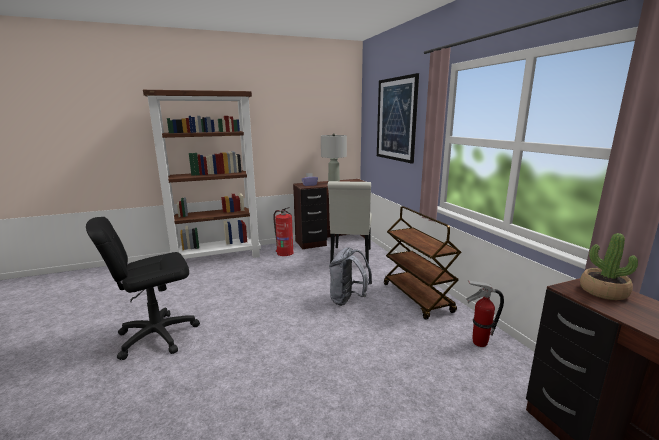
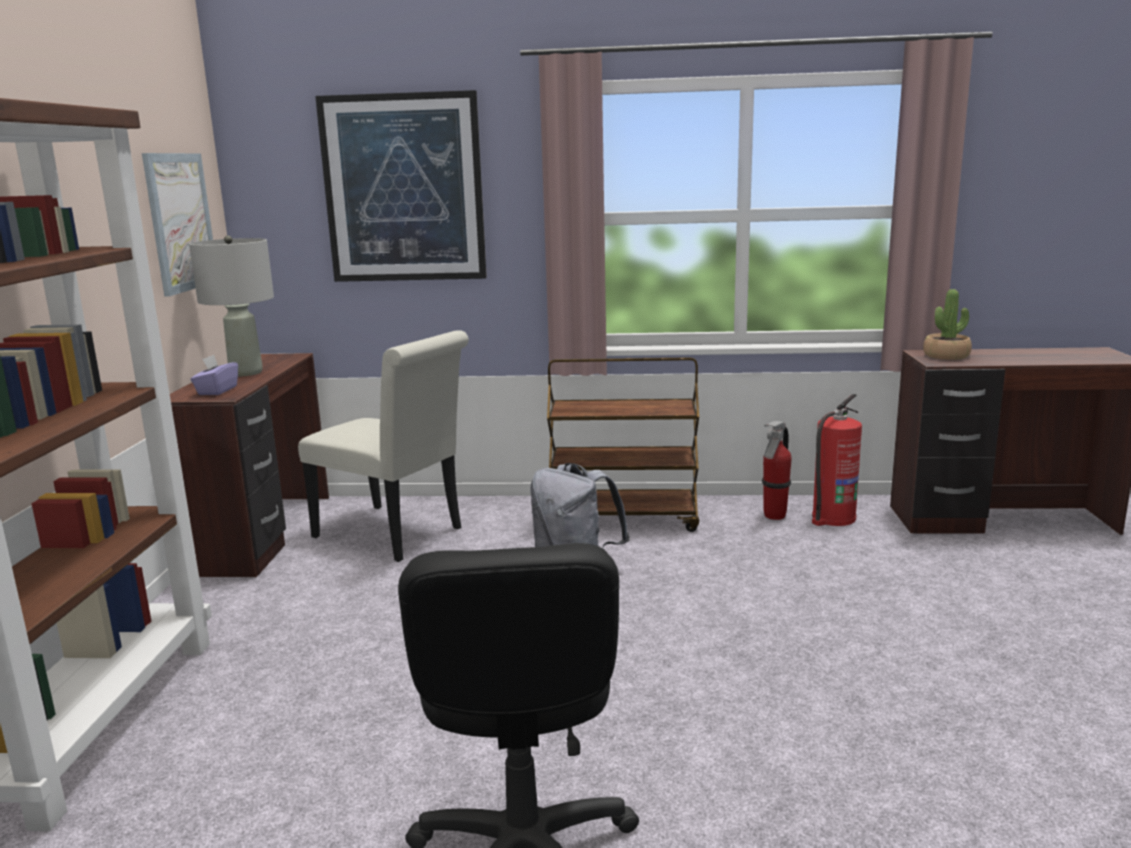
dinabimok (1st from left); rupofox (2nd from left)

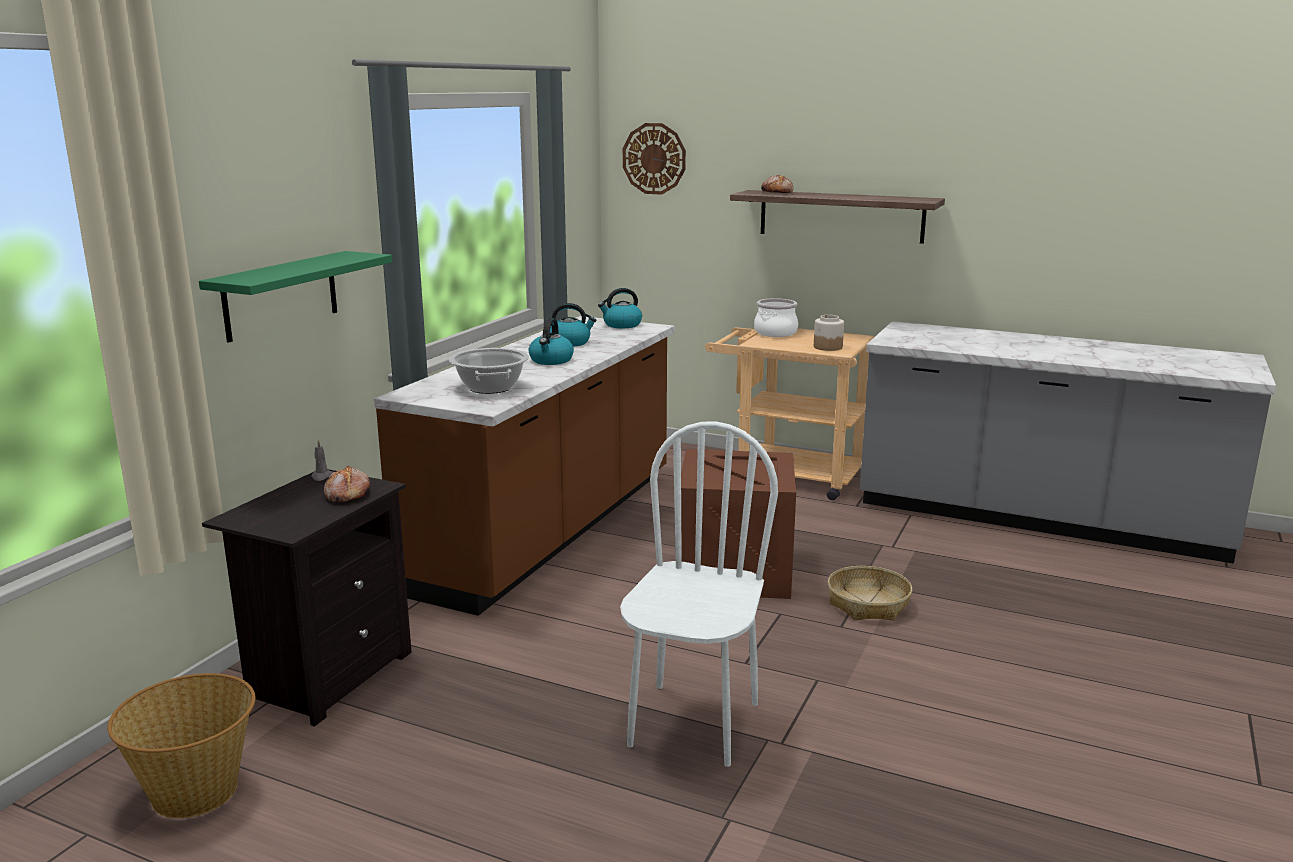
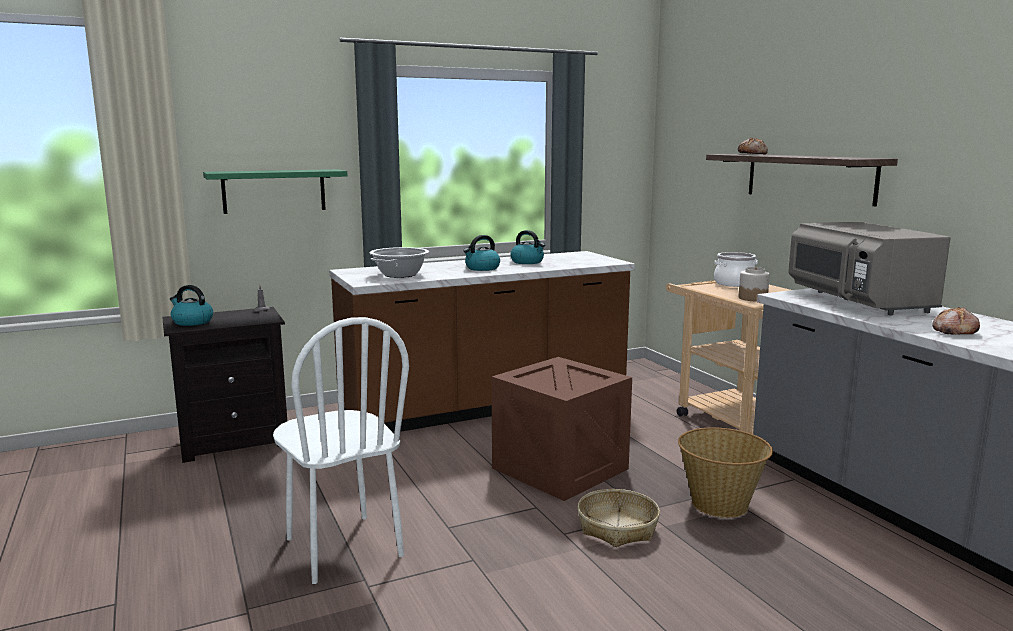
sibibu (1st from left); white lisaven; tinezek (2nd from left); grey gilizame; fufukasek (2nd from left); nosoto

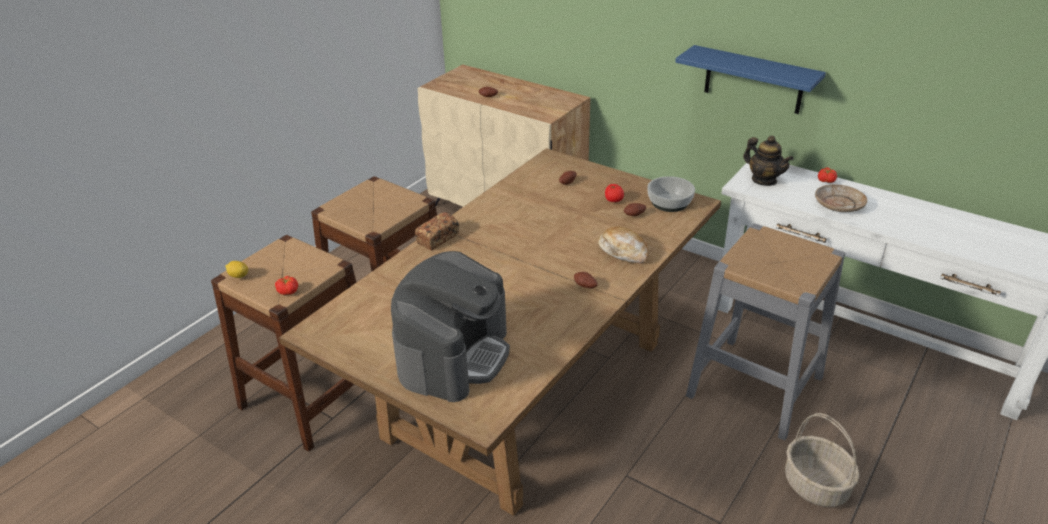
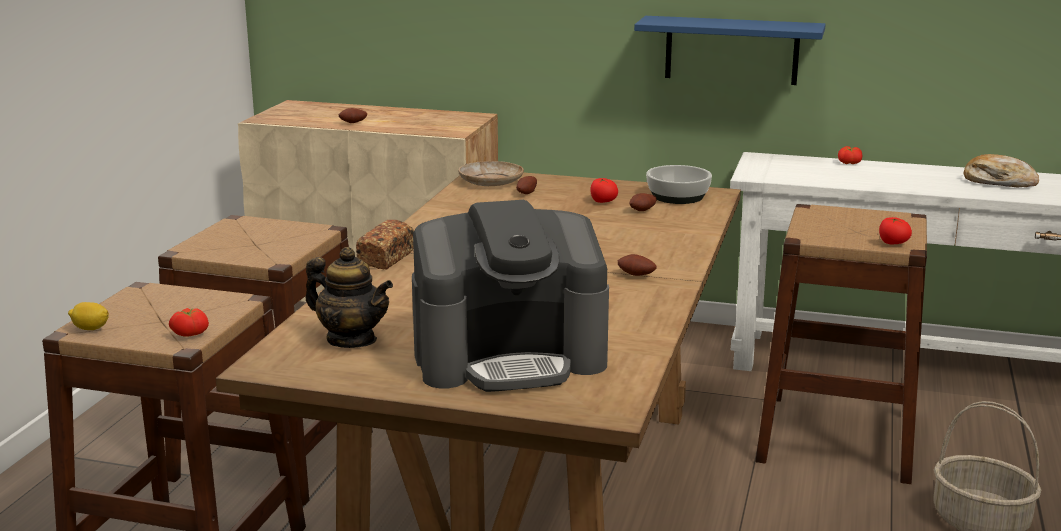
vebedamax; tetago; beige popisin; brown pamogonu (3rd from left); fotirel (4th from left); fufukasek (2nd from left)

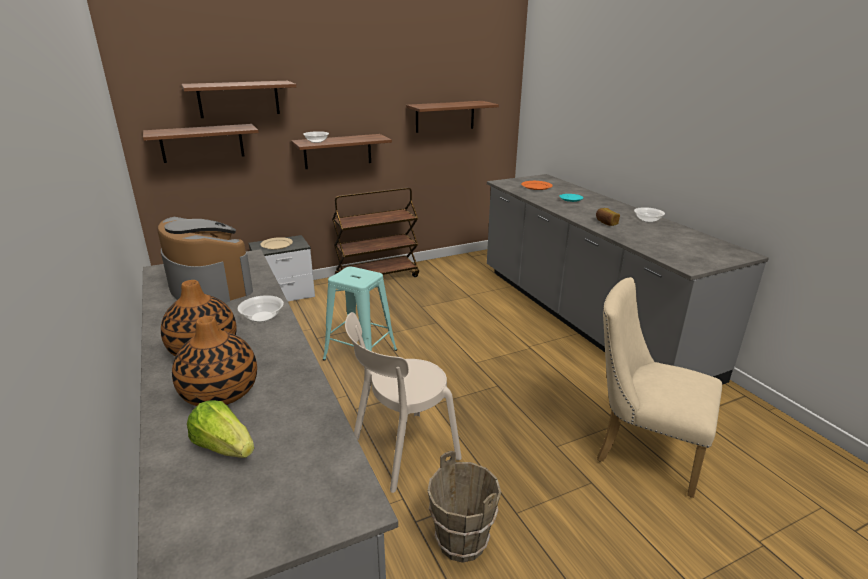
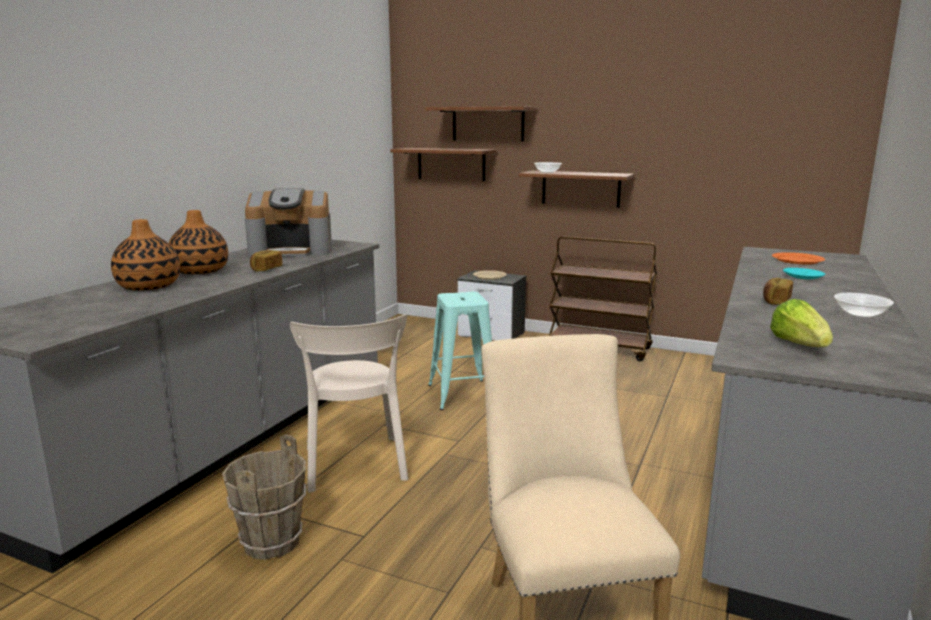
tetago; fufukasek (1st from left); beige lisaven (1st from left); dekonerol; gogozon (4th from left in the first image)

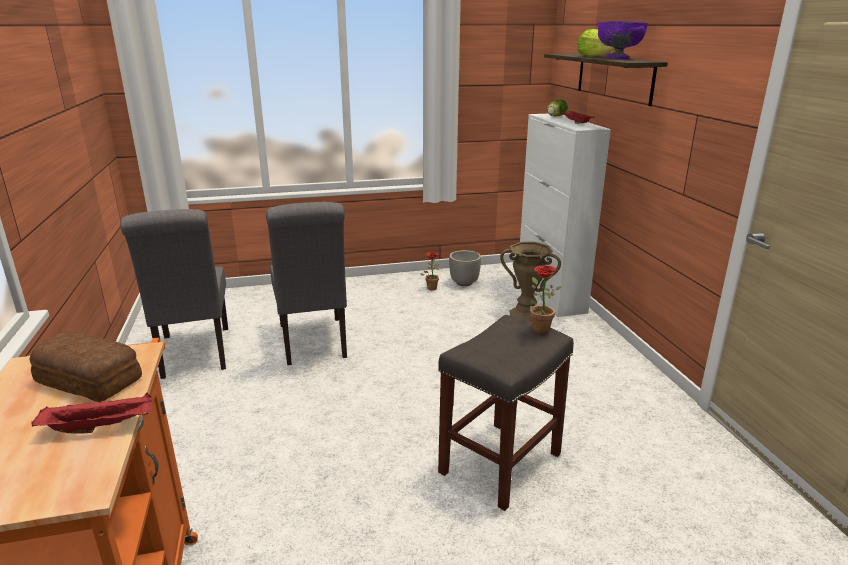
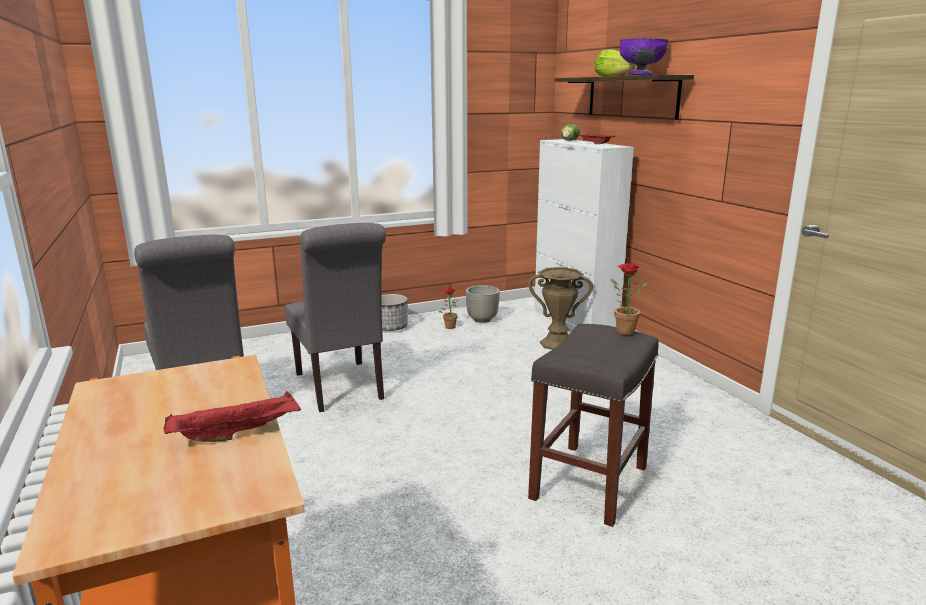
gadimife (1st from left); fufukasek

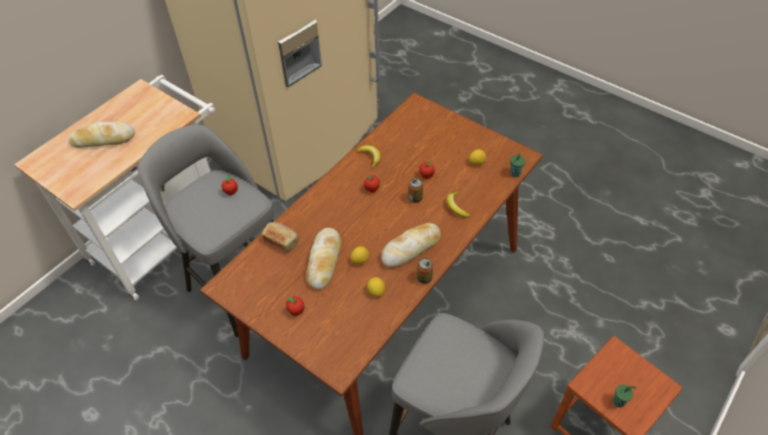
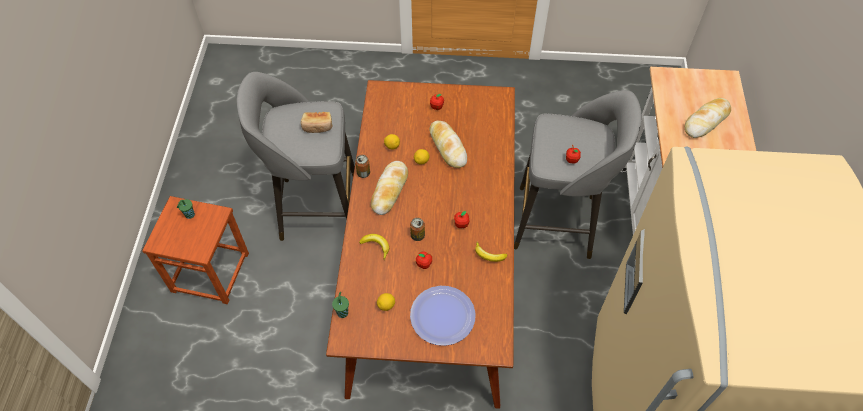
fufukasek (1st from left); popisin

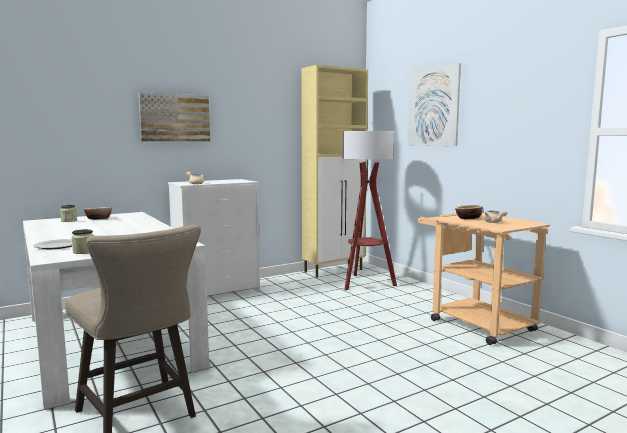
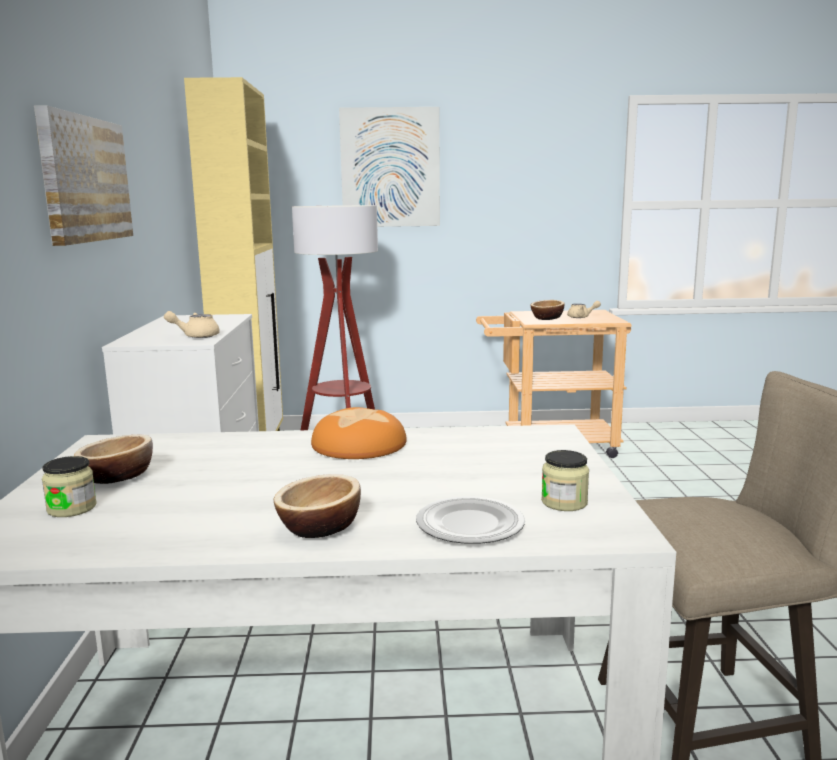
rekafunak (2nd from left); fufukasek

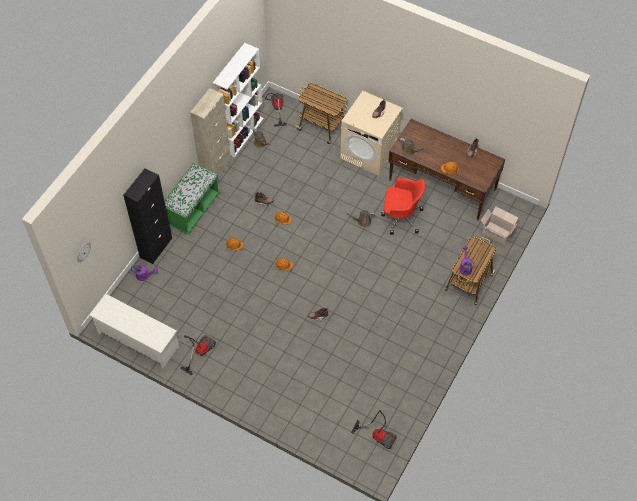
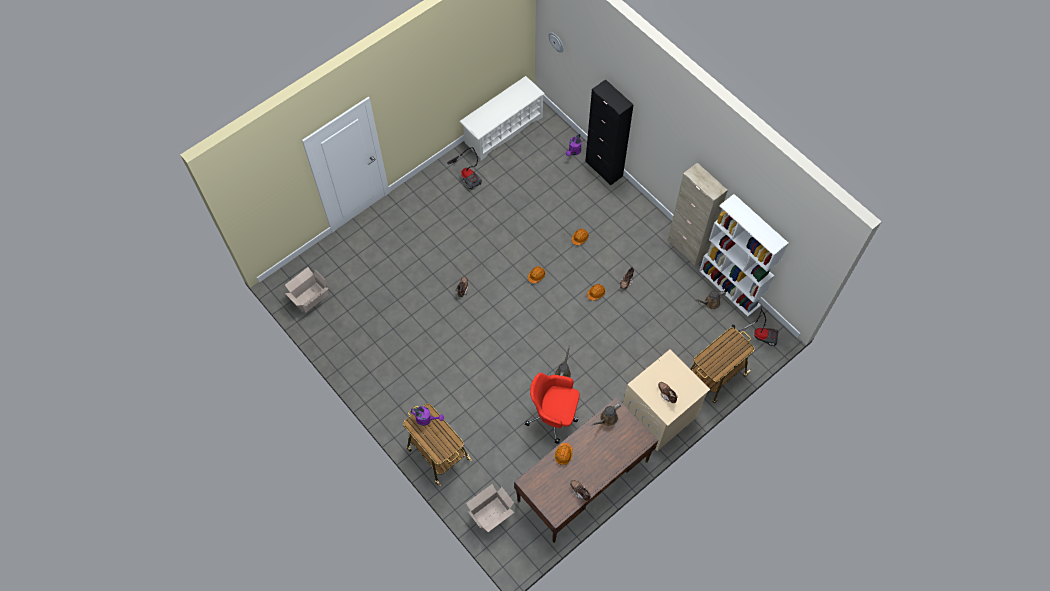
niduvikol (1st from left); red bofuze; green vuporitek

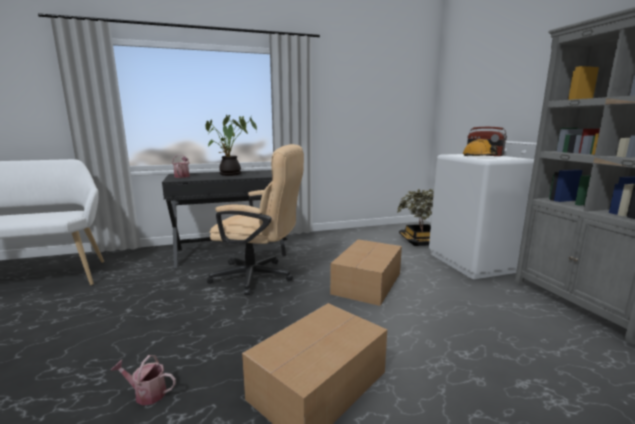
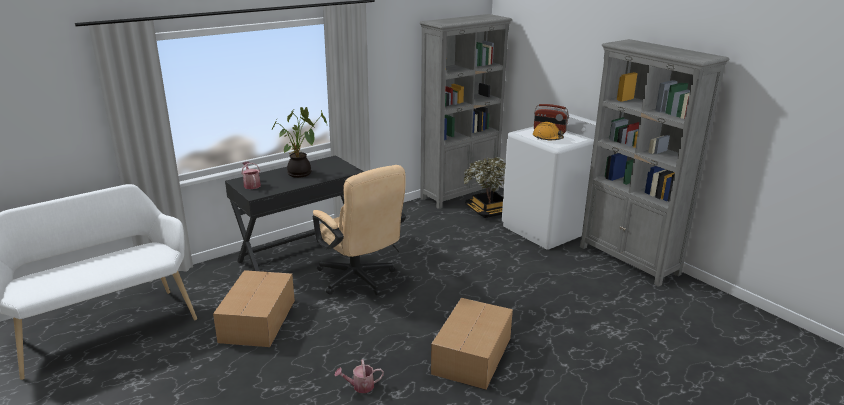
niduvikol (1st from left); beige bofuze; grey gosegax (1st from left)

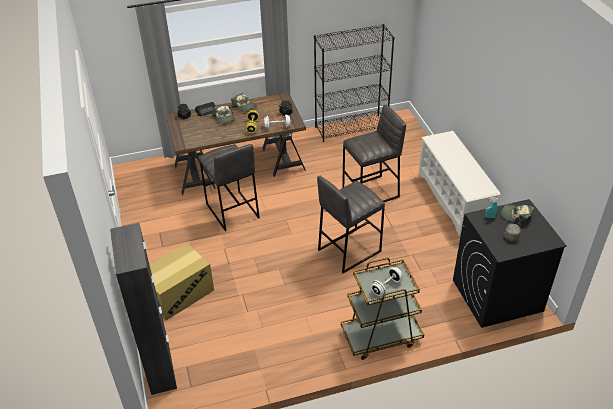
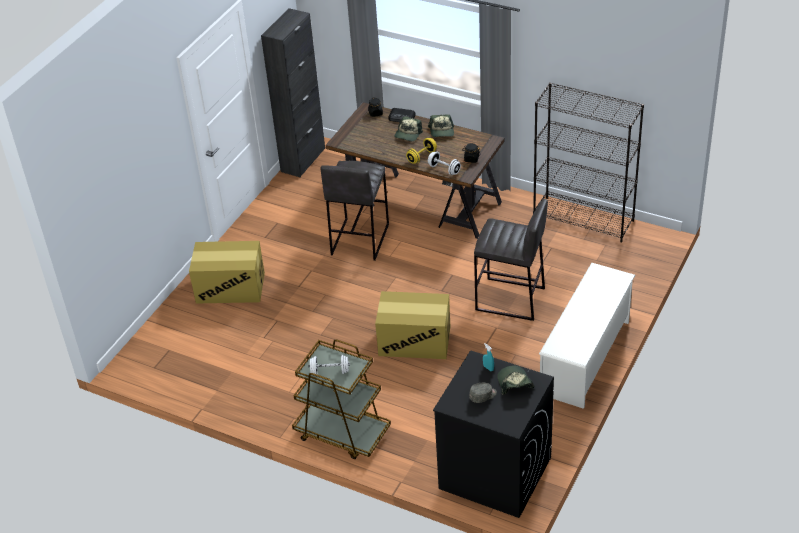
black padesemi; niduvikol (2nd from left)

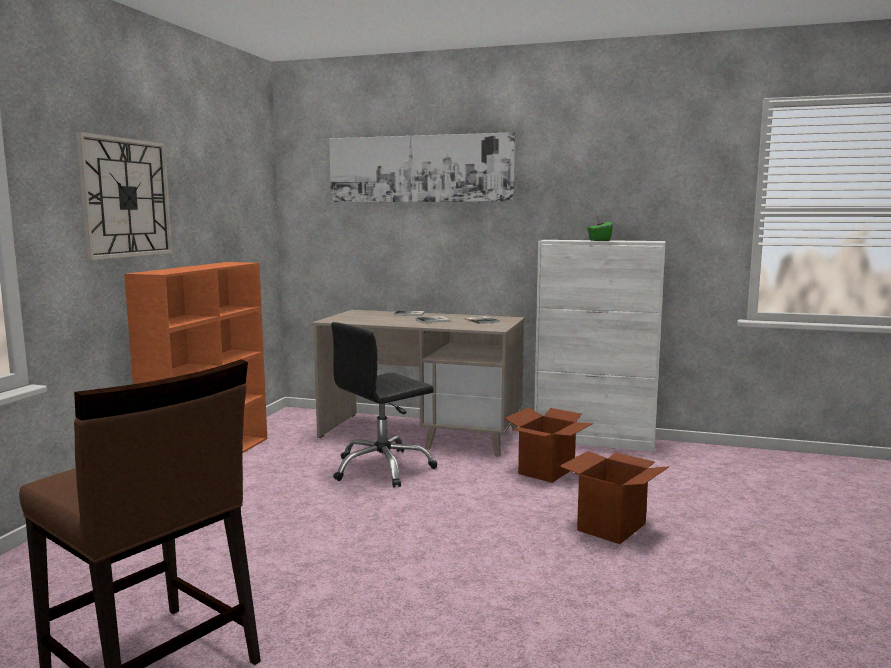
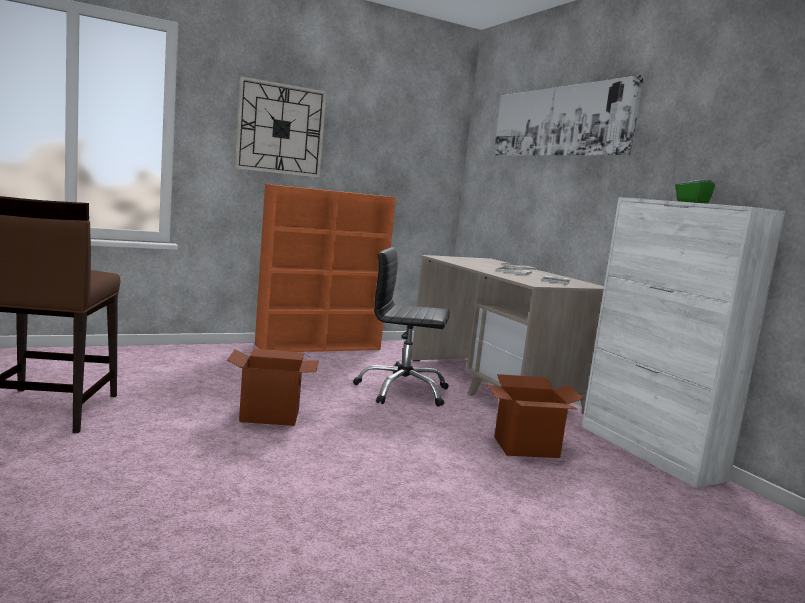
niduvikol (1st from left)

